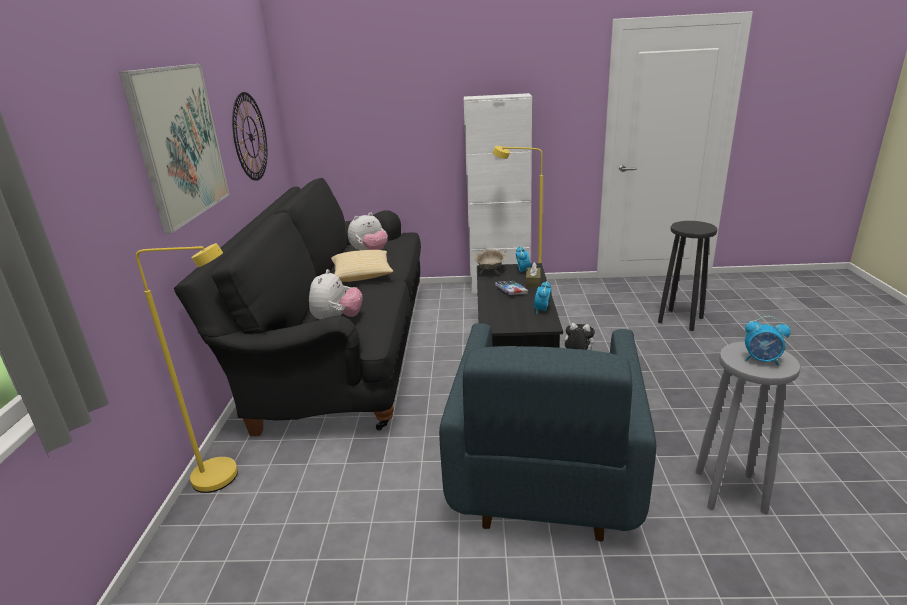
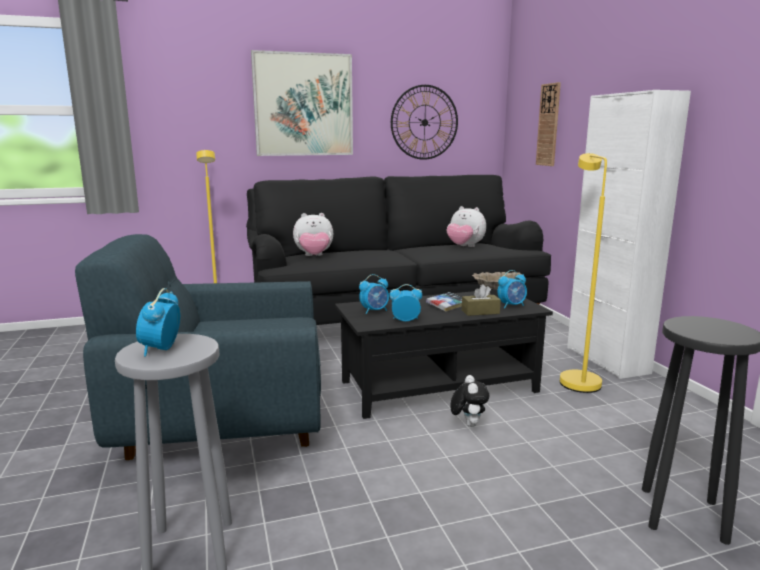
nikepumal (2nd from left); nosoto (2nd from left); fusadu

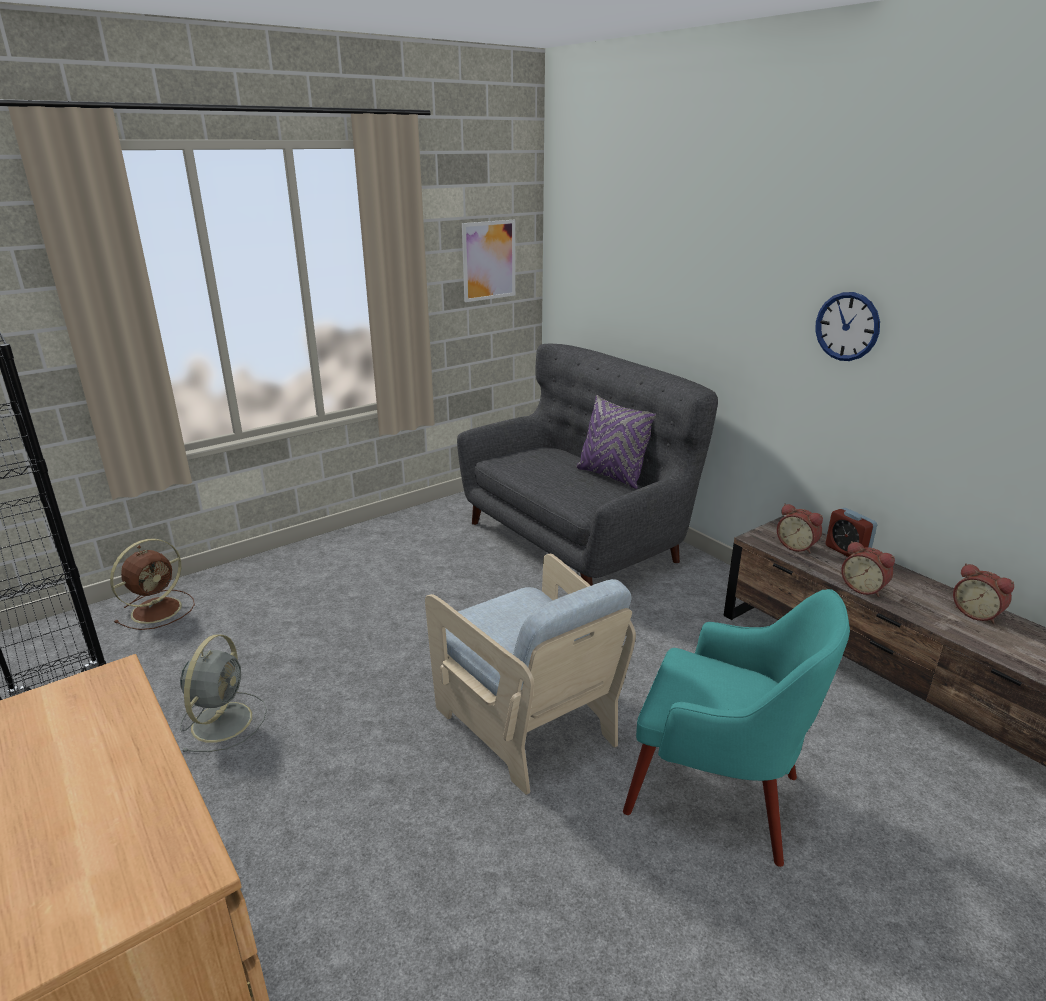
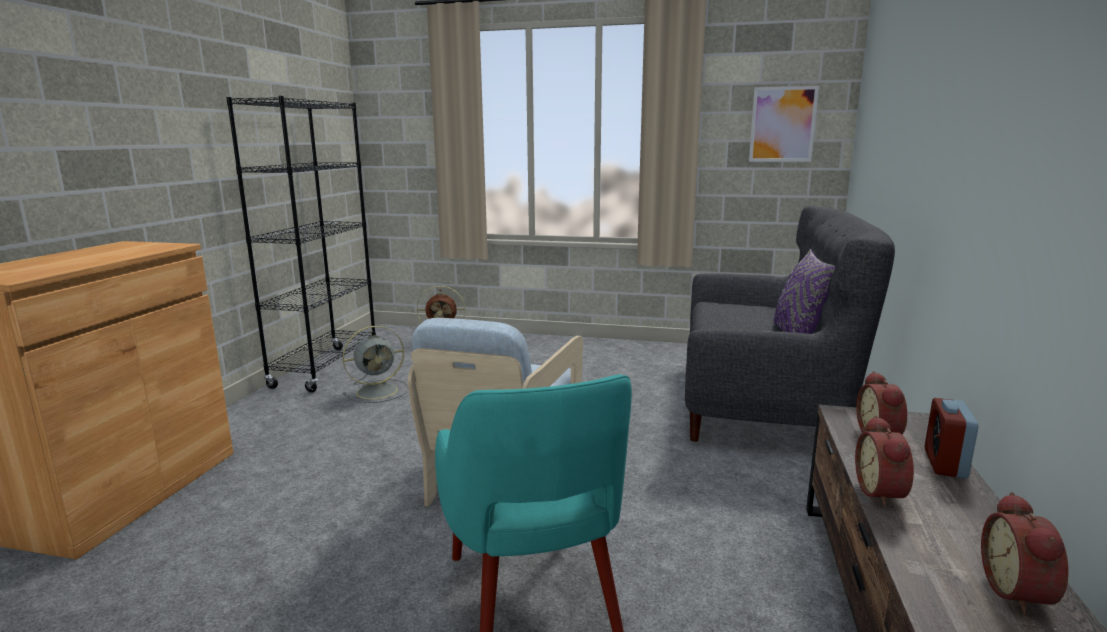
nosoto

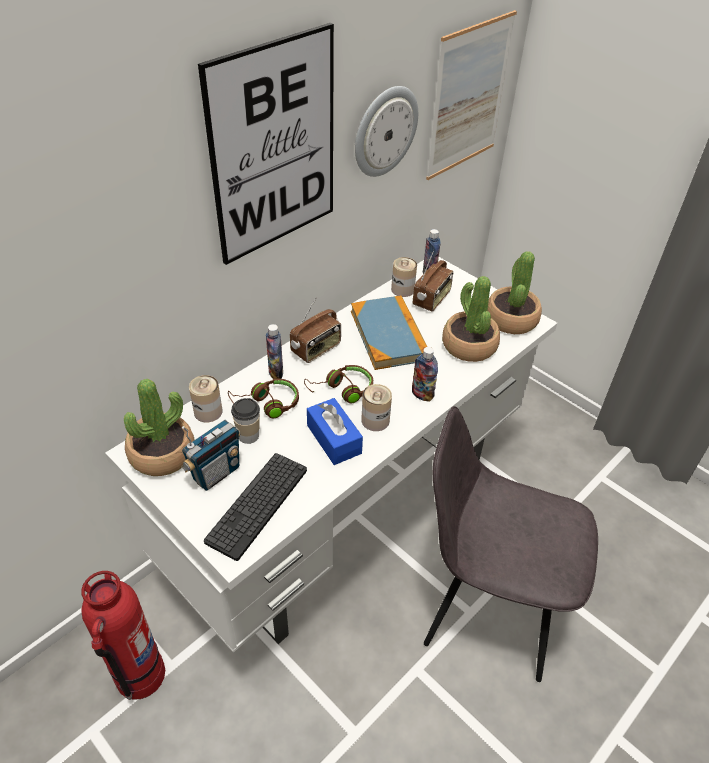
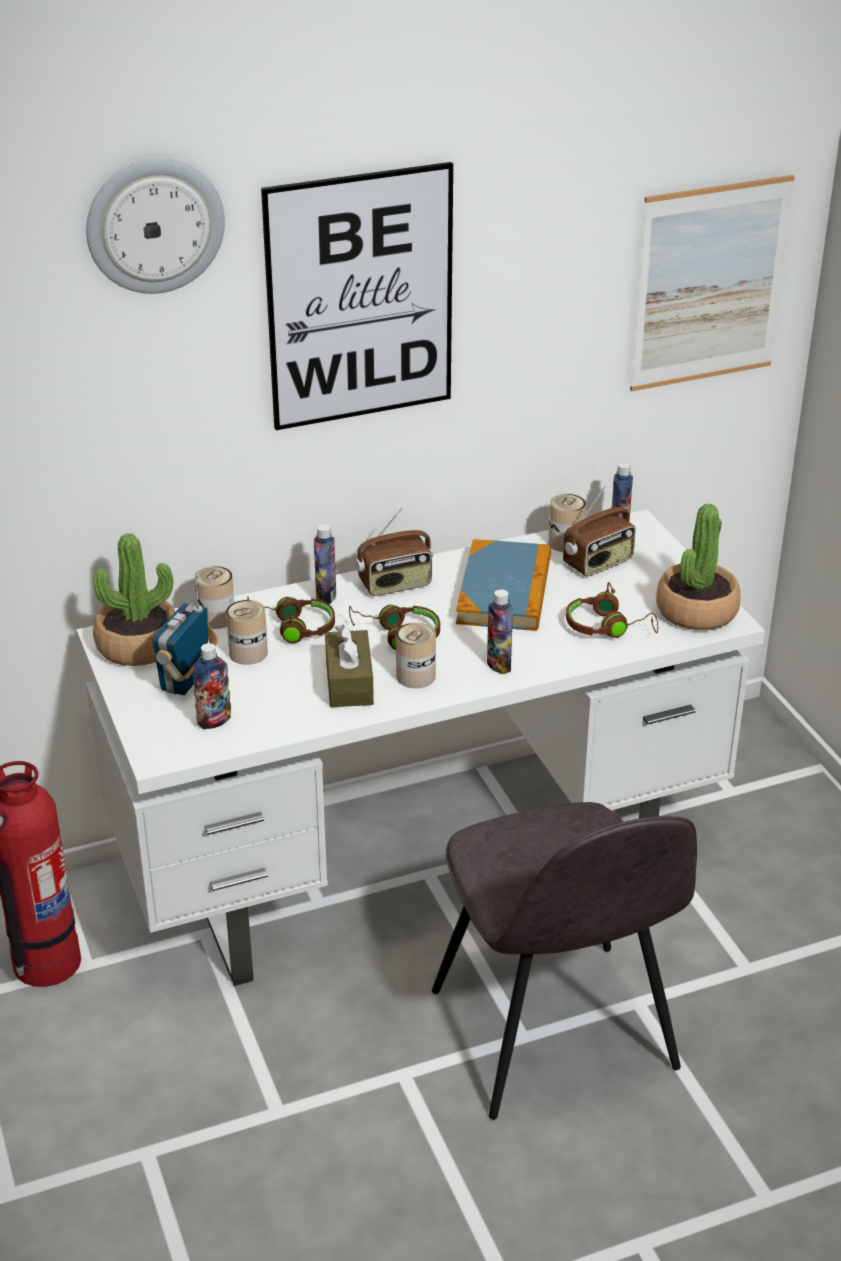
nosoto; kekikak (1st from left); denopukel (1st from left); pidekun (2nd from left); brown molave; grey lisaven; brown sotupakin (3rd from left)

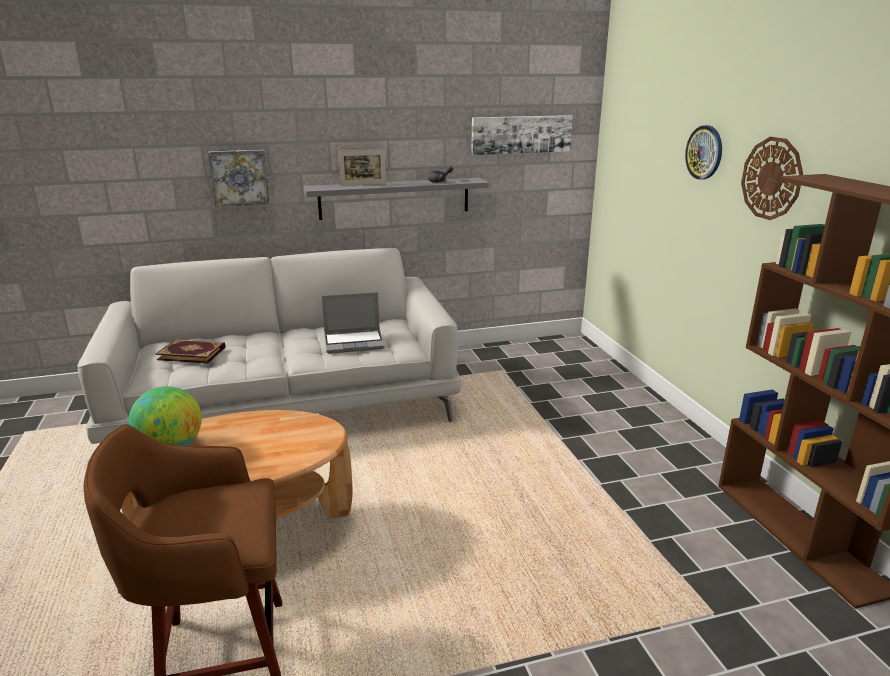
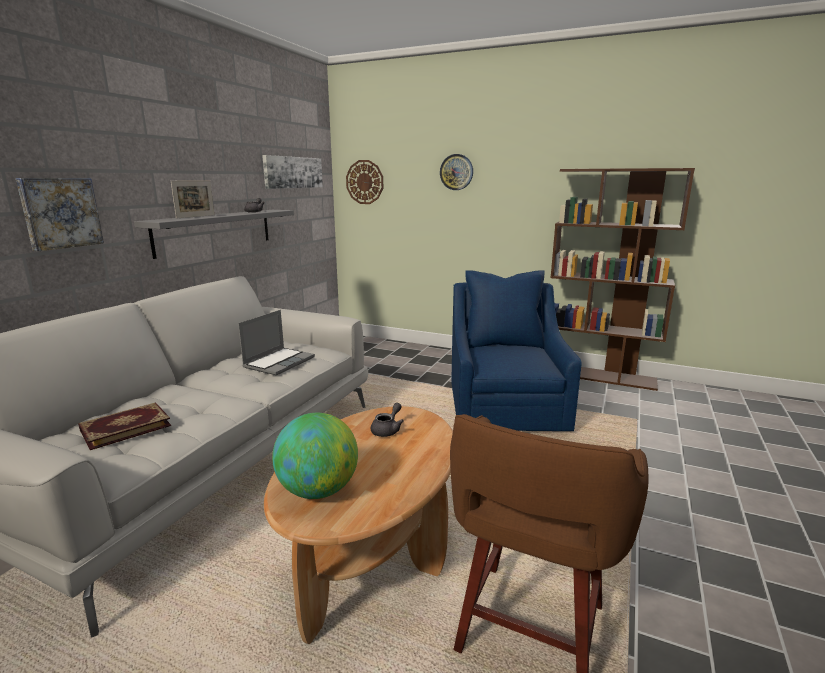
nosoto (1st from left); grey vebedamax (2nd from left); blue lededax

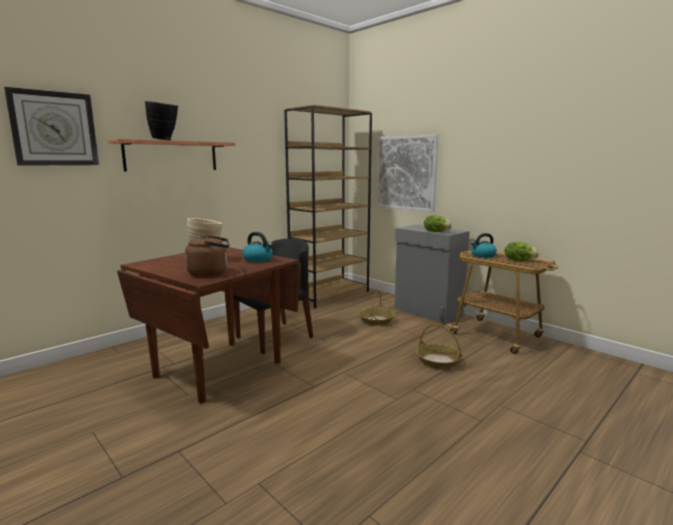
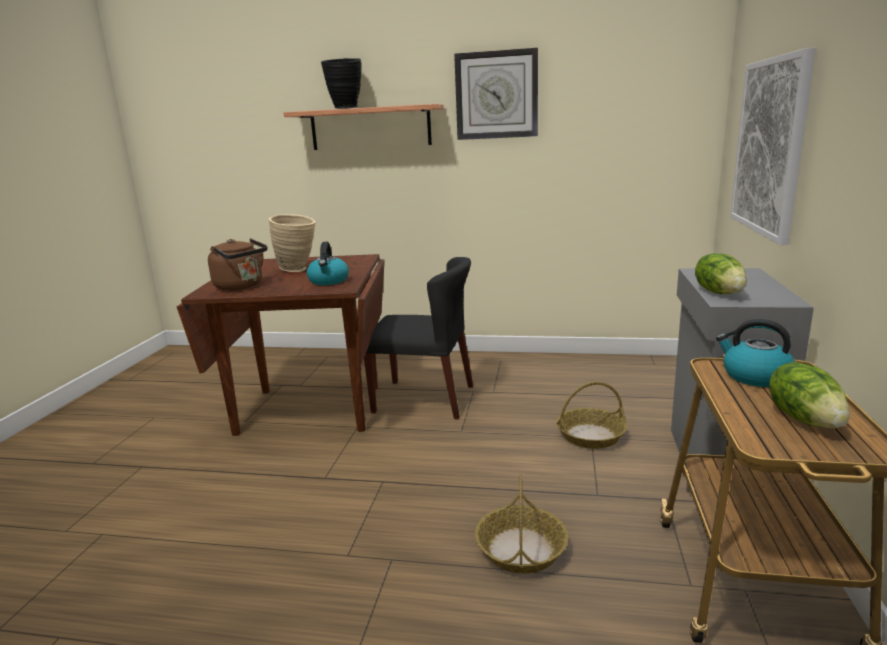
nosoto; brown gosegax

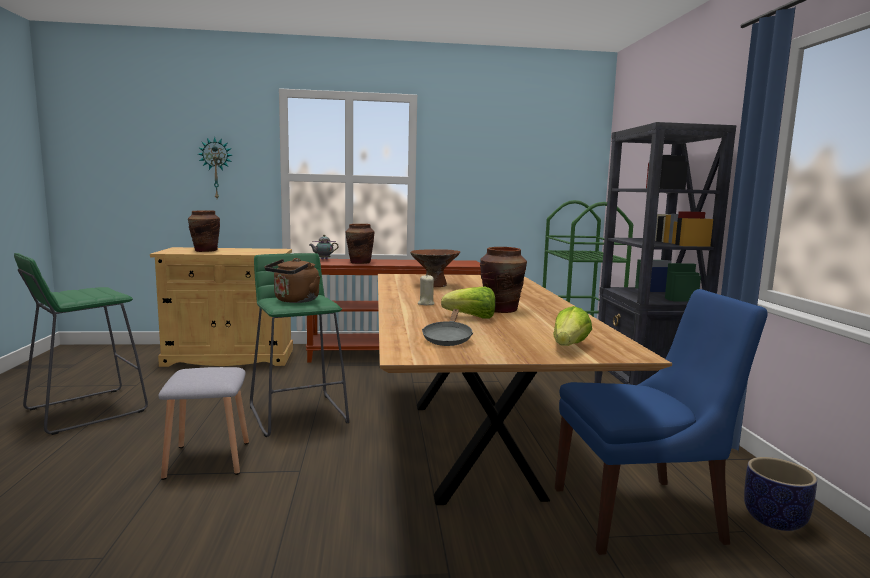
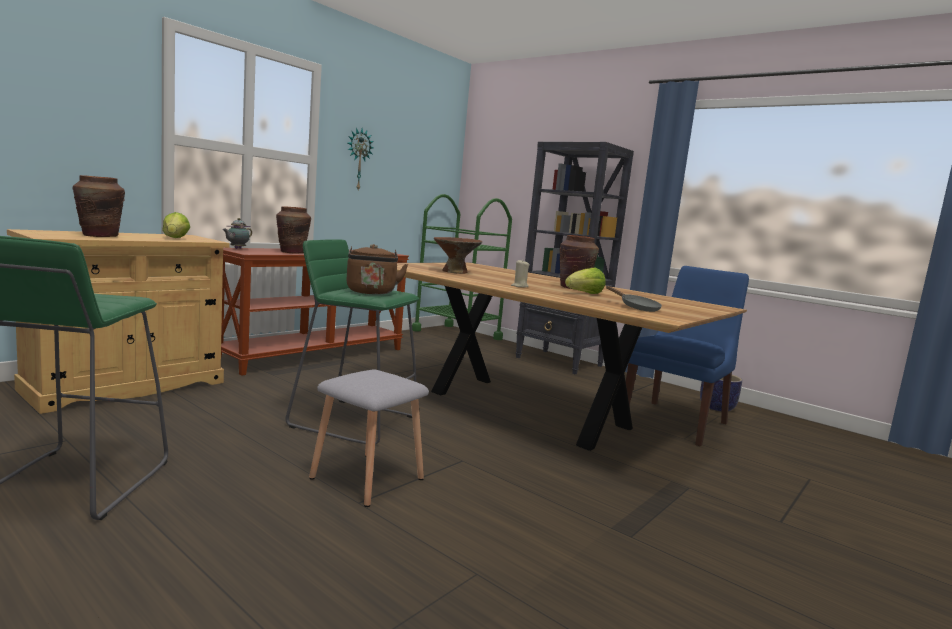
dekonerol (1st from left); nosoto

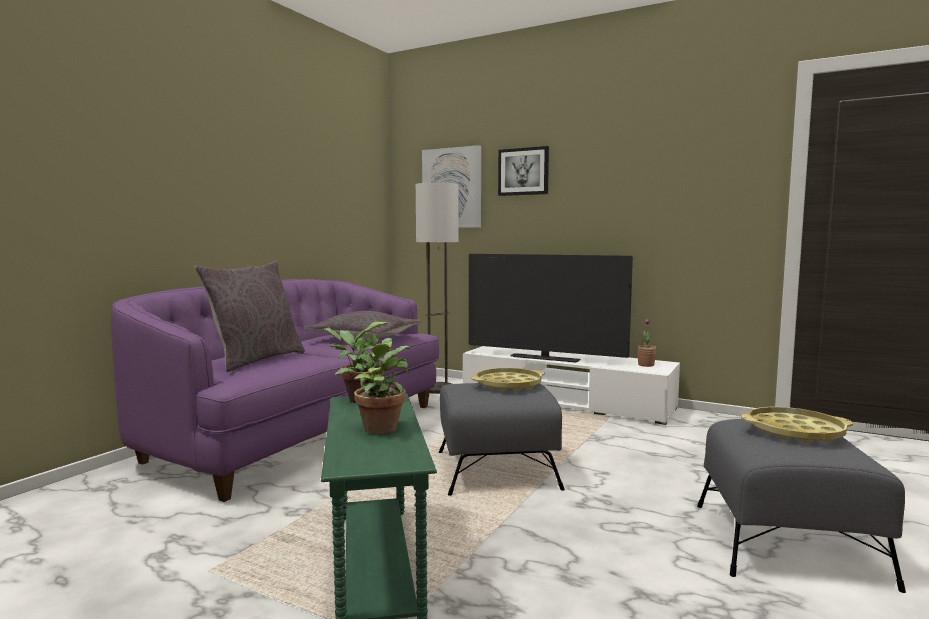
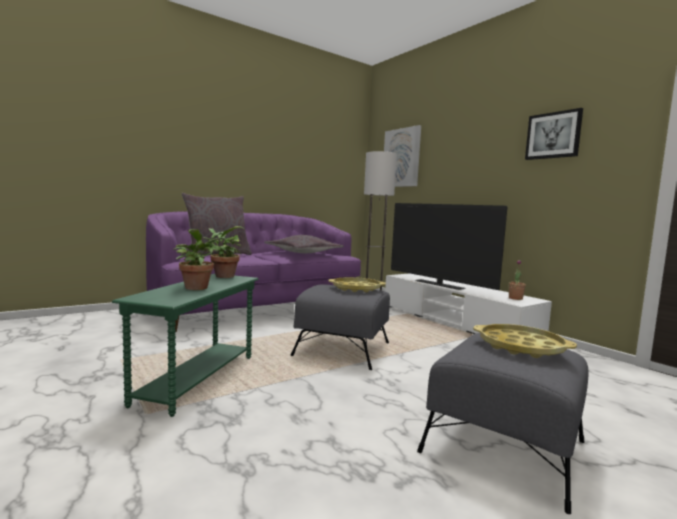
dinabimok (2nd from left)

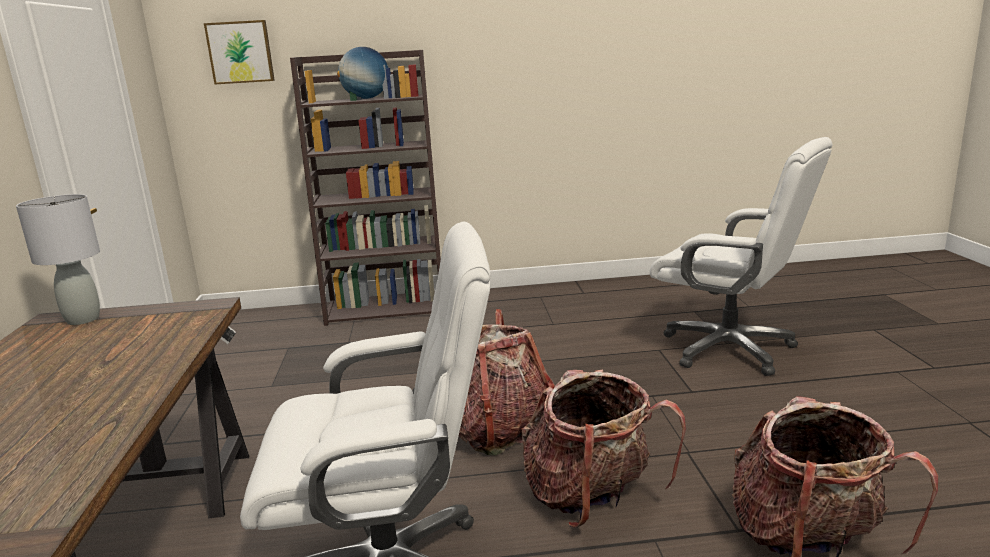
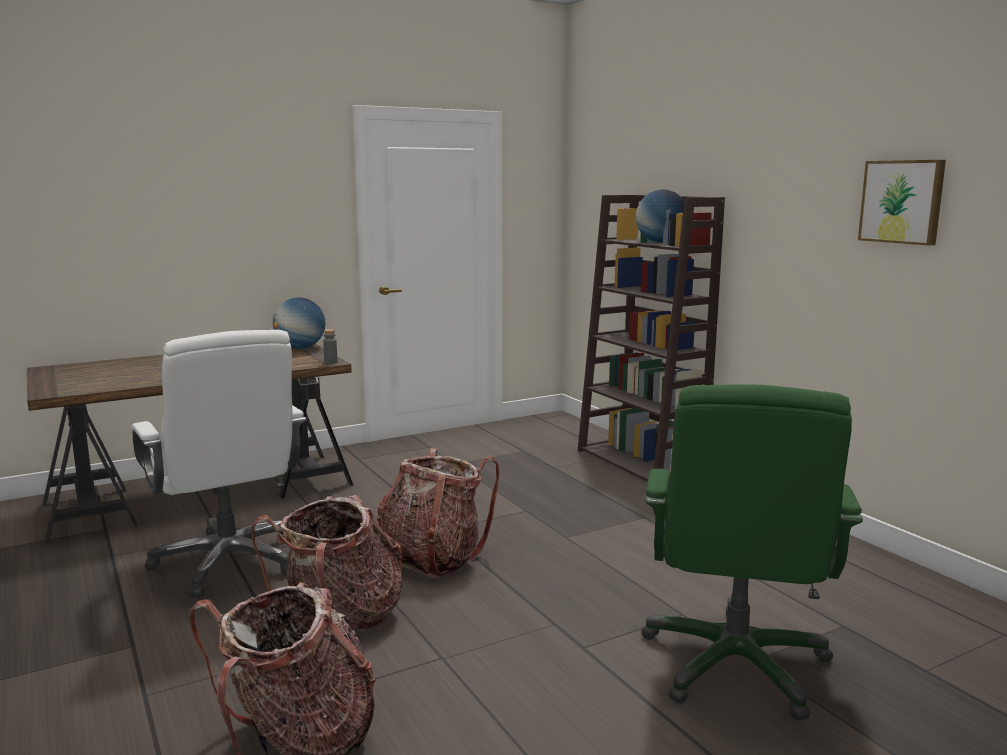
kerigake (1st from left); grey denopukel; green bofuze; dinabimok

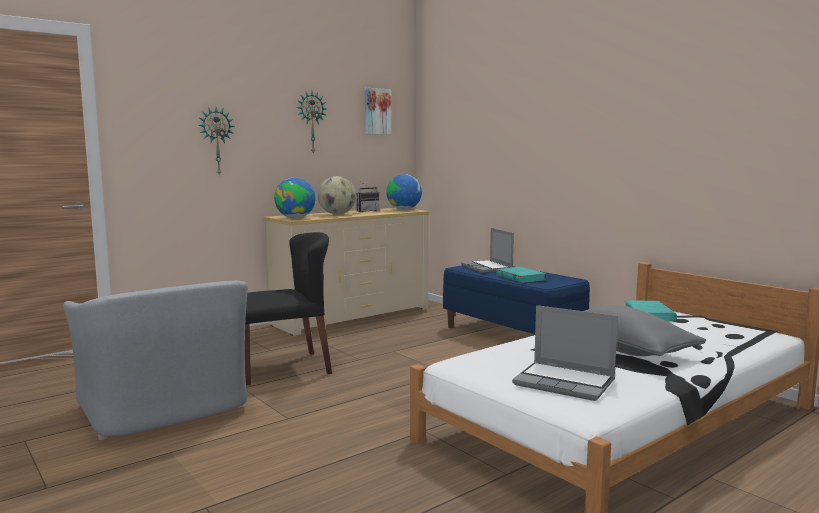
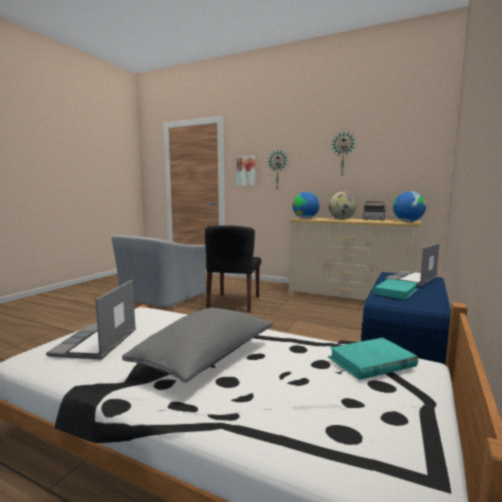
black lisaven; dinabimok

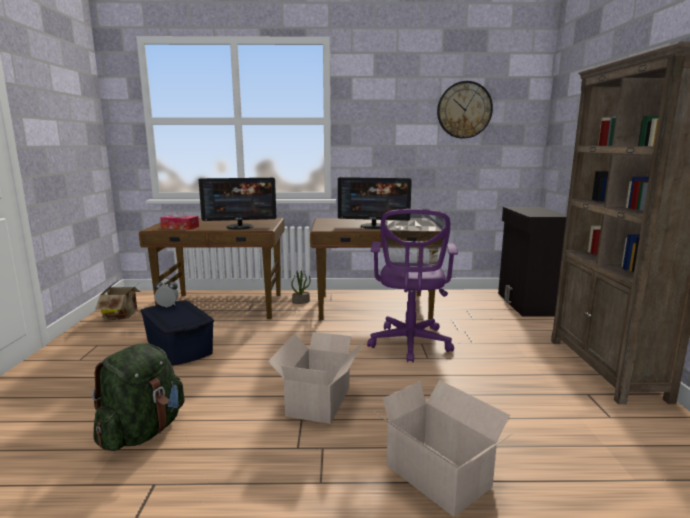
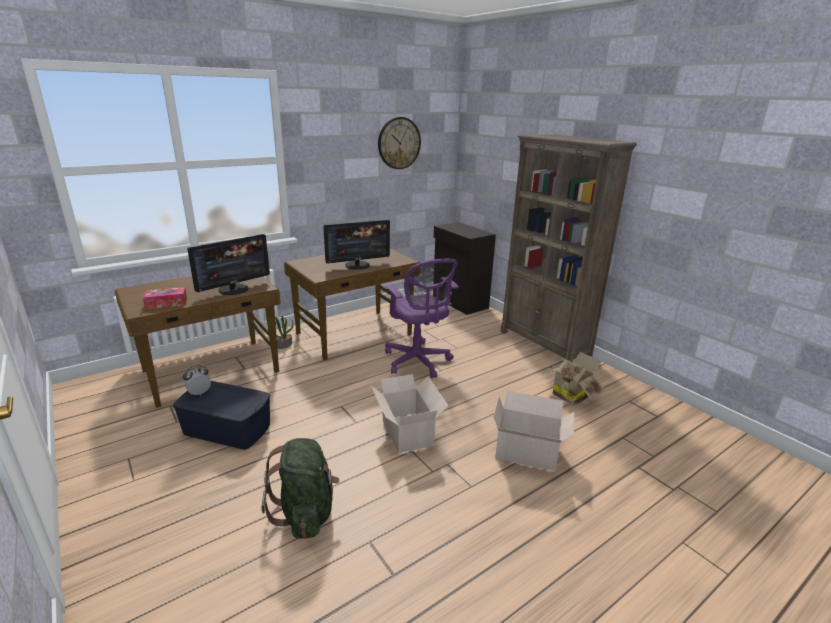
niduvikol (3rd from left)

